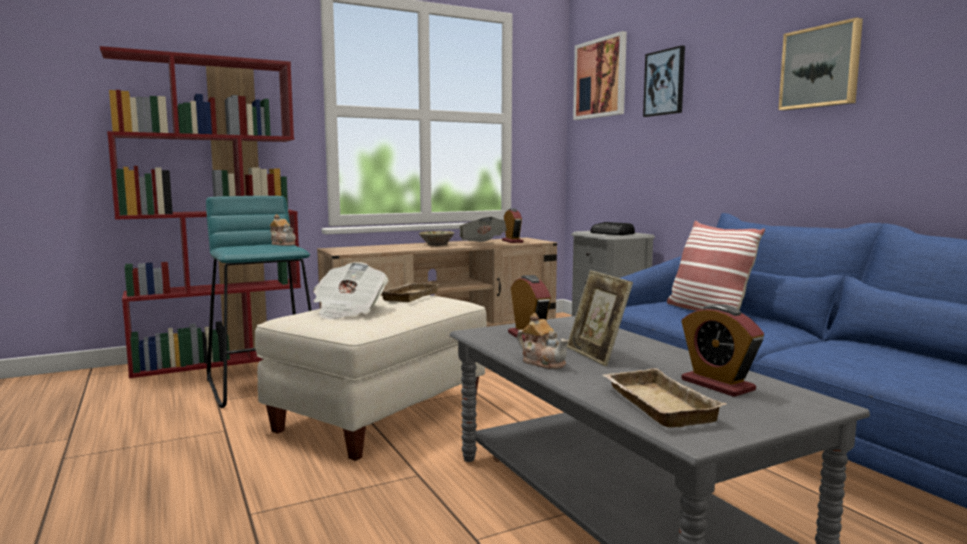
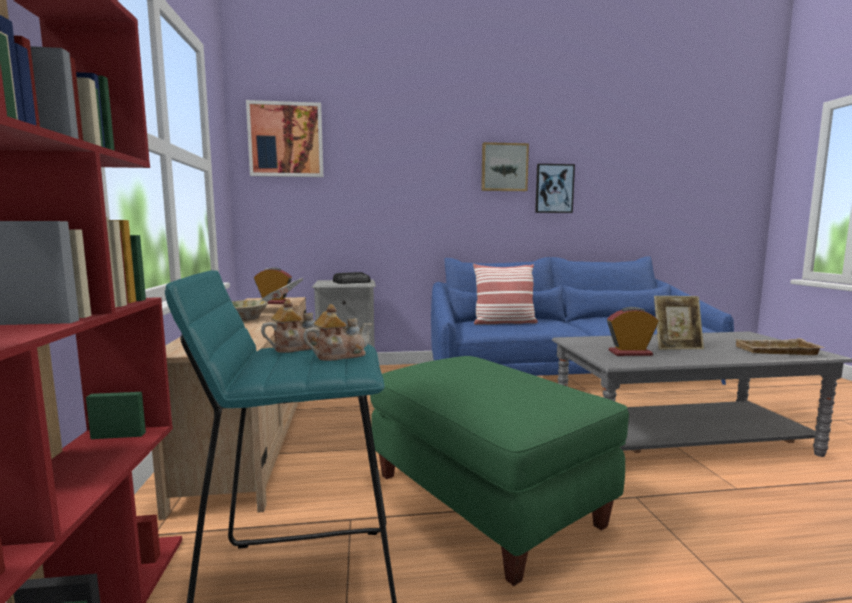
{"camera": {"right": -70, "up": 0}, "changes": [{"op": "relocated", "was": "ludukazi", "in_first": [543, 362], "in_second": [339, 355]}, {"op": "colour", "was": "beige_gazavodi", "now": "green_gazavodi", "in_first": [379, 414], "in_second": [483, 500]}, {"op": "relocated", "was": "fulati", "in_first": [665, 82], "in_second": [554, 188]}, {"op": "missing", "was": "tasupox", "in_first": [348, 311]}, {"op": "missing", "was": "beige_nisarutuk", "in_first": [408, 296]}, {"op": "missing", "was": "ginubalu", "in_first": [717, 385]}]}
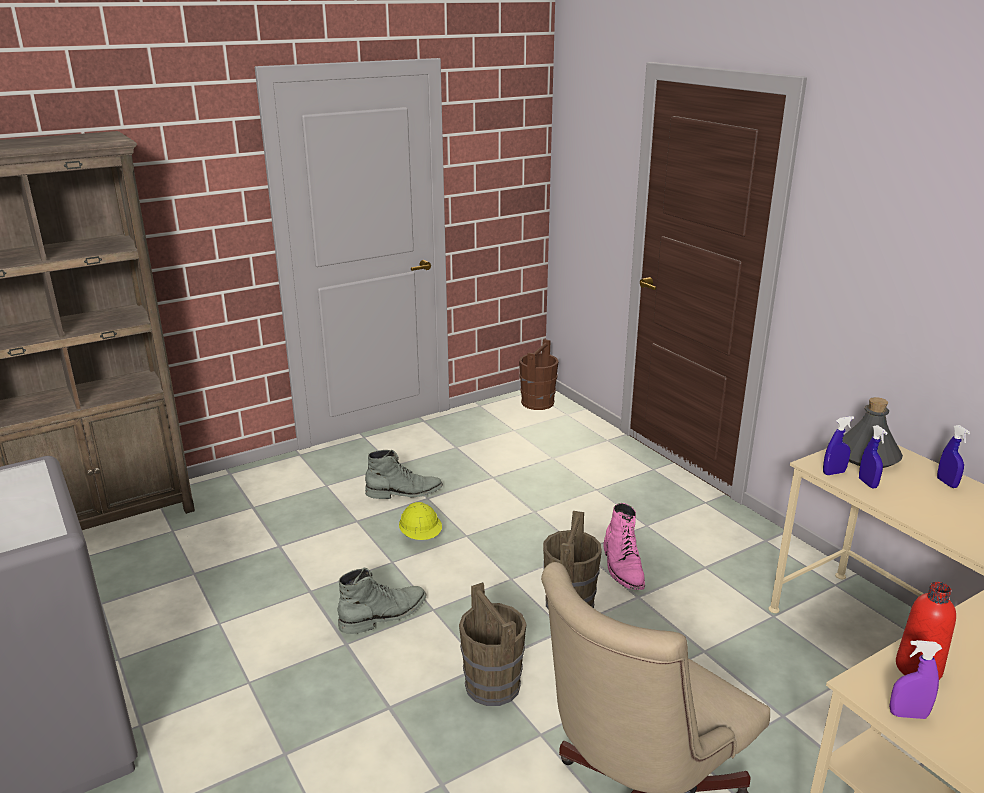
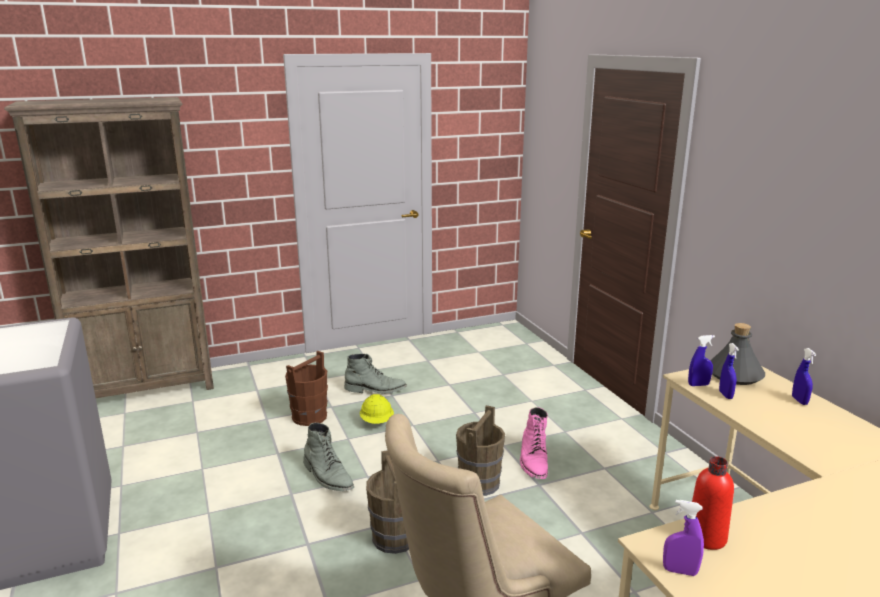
{"camera": {"right": 10, "up": -5}, "changes": [{"op": "relocated", "was": "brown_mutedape", "in_first": [538, 402], "in_second": [310, 416]}, {"op": "spun", "was": "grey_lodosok", "in_first": [384, 615], "in_second": [328, 476], "clockwise": 75}]}
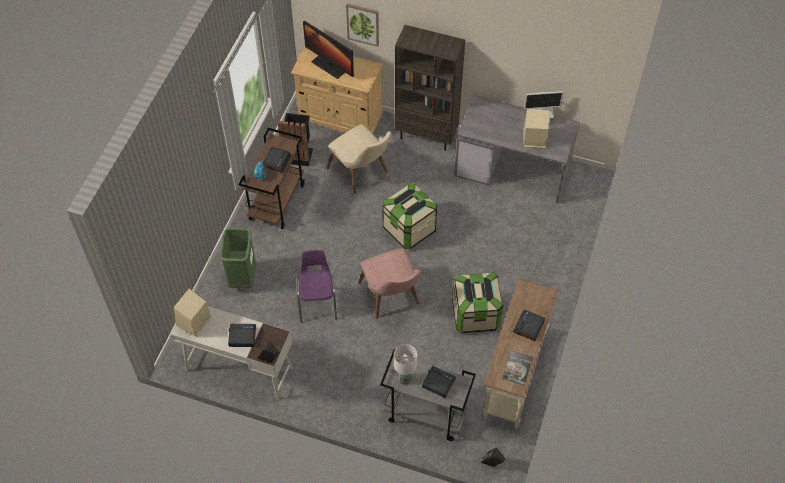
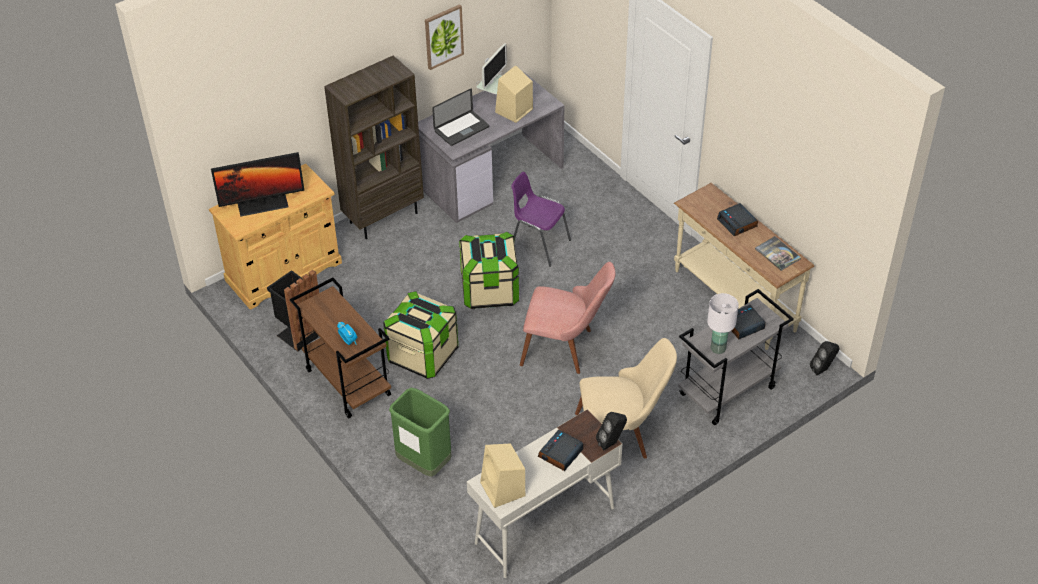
{"camera": {"right": -55, "up": -10}, "changes": [{"op": "relocated", "was": "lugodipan", "in_first": [475, 314], "in_second": [422, 355]}, {"op": "relocated", "was": "fulati", "in_first": [363, 24], "in_second": [443, 36]}, {"op": "appeared", "now": "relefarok", "in_second": [461, 129]}, {"op": "relocated", "was": "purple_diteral", "in_first": [318, 303], "in_second": [538, 244]}, {"op": "relocated", "was": "beige_diteral", "in_first": [362, 174], "in_second": [622, 434]}, {"op": "missing", "was": "ginubalu", "in_first": [276, 161]}]}
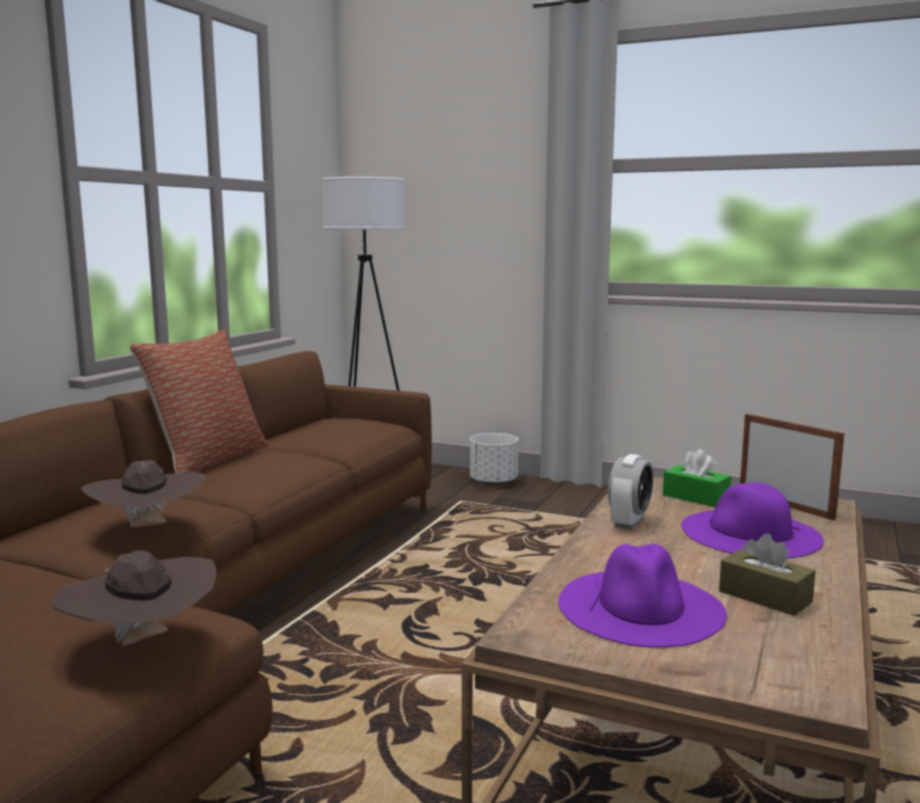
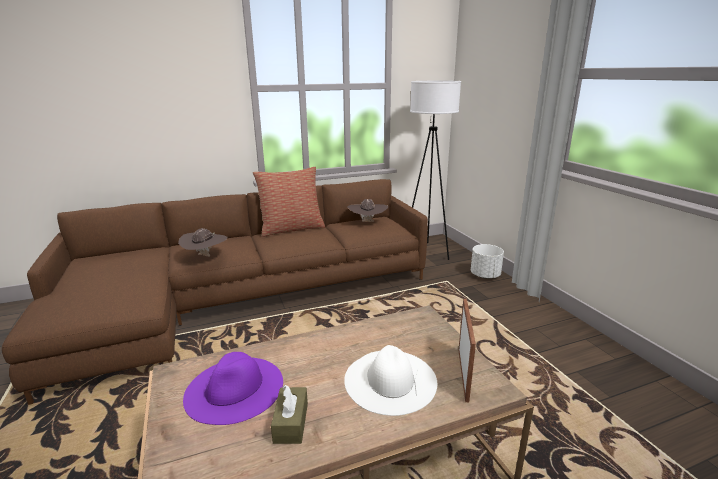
{"camera": {"right": 45, "up": 10}, "changes": [{"op": "colour", "was": "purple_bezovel", "now": "white_bezovel", "in_first": [750, 533], "in_second": [390, 380]}, {"op": "relocated", "was": "brown_bezovel", "in_first": [142, 644], "in_second": [367, 223]}, {"op": "missing", "was": "ginubalu", "in_first": [629, 522]}, {"op": "missing", "was": "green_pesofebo", "in_first": [695, 497]}]}
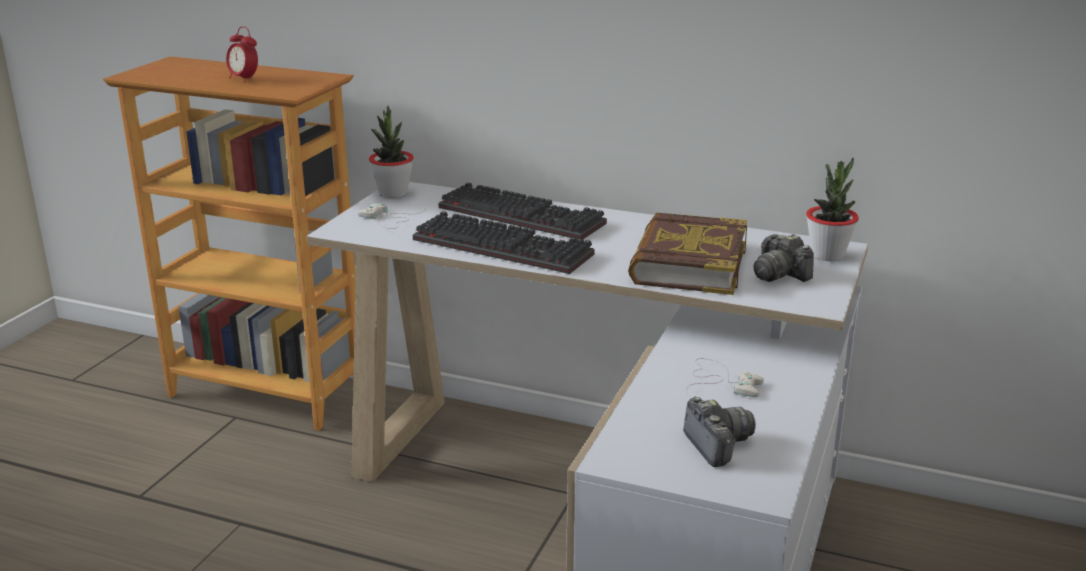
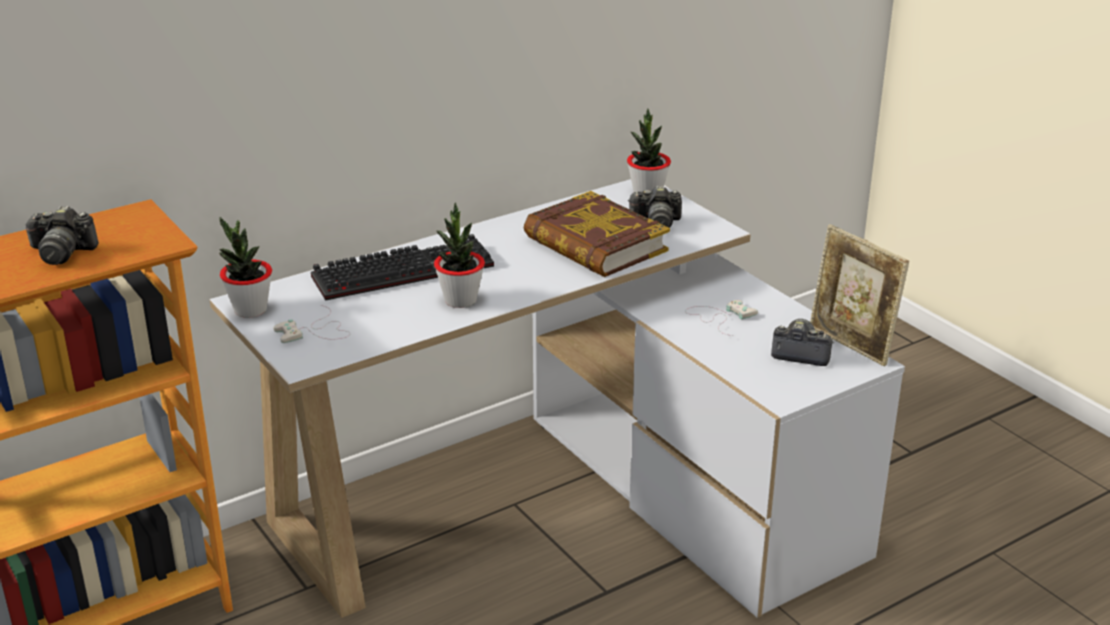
{"camera": {"right": -55, "up": 5}, "changes": [{"op": "exchanged", "was": "ginubalu", "now": "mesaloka", "in_first": [244, 79], "in_second": [62, 253]}, {"op": "exchanged", "was": "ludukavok", "now": "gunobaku", "in_first": [506, 247], "in_second": [460, 300]}, {"op": "appeared", "now": "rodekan", "in_second": [850, 345]}]}
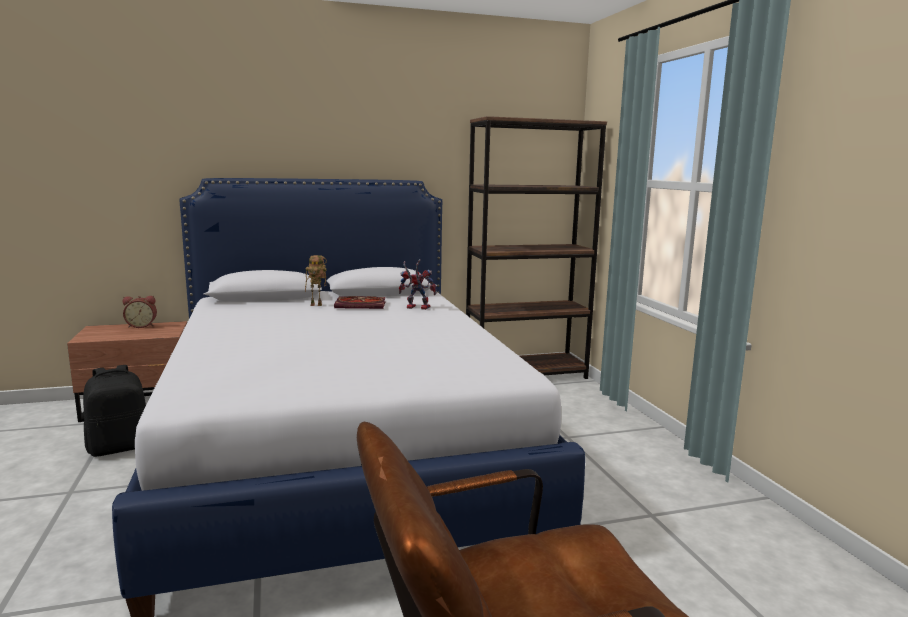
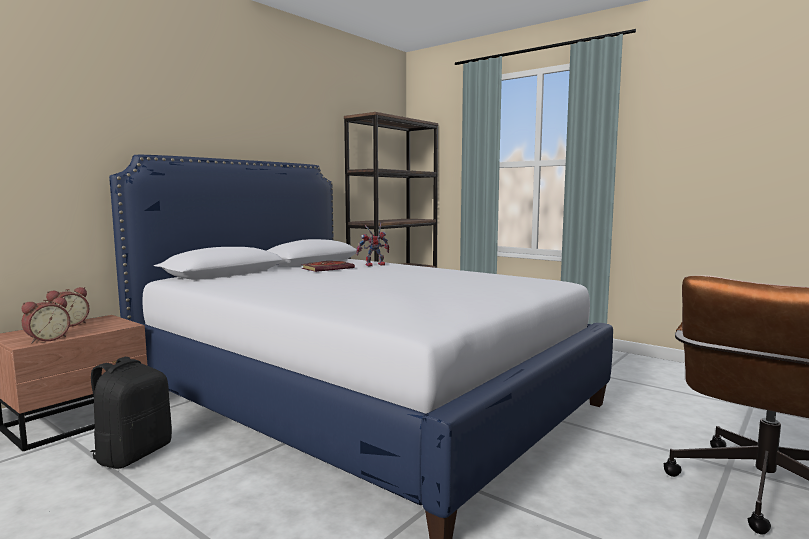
{"camera": {"right": -35, "up": -5}, "changes": [{"op": "appeared", "now": "ginubalu", "in_second": [47, 339]}, {"op": "missing", "was": "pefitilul", "in_first": [317, 305]}]}
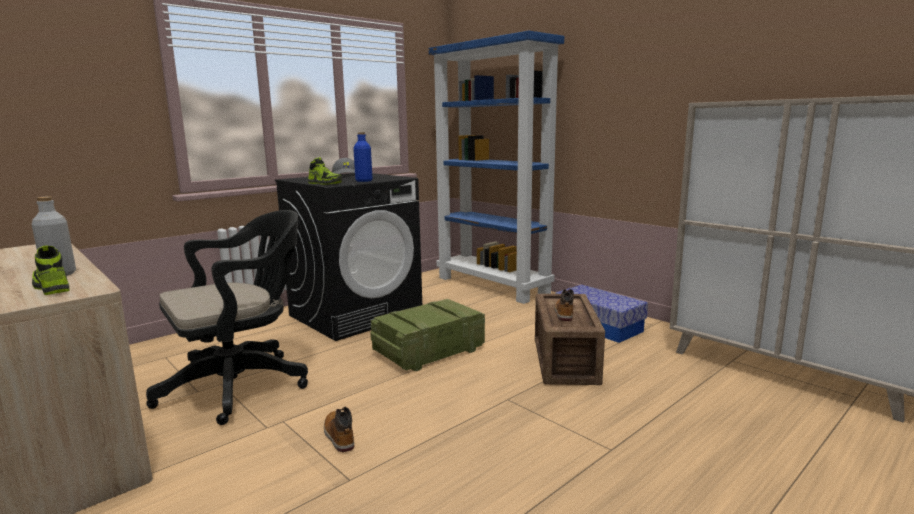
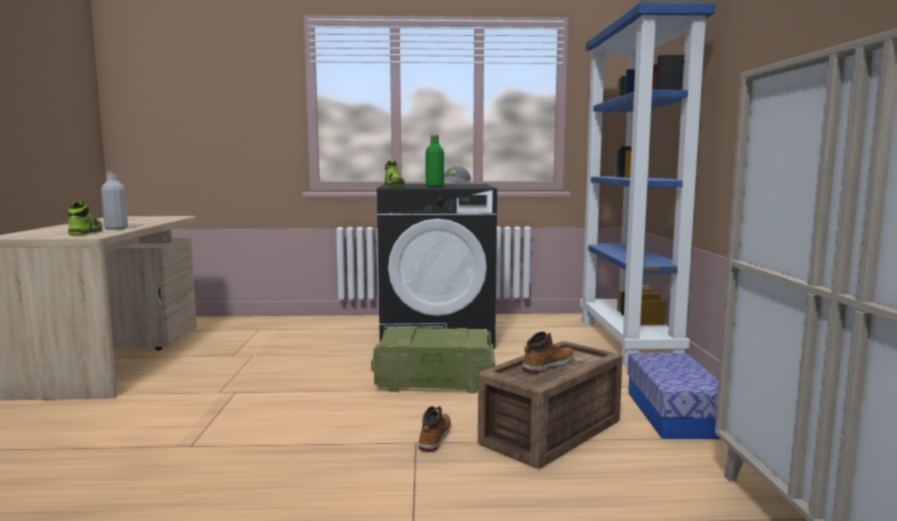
{"camera": {"right": 40, "up": -5}, "changes": [{"op": "relocated", "was": "lodosok", "in_first": [338, 436], "in_second": [434, 438]}, {"op": "colour", "was": "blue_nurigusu", "now": "green_nurigusu", "in_first": [364, 181], "in_second": [434, 187]}, {"op": "missing", "was": "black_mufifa", "in_first": [242, 384]}]}
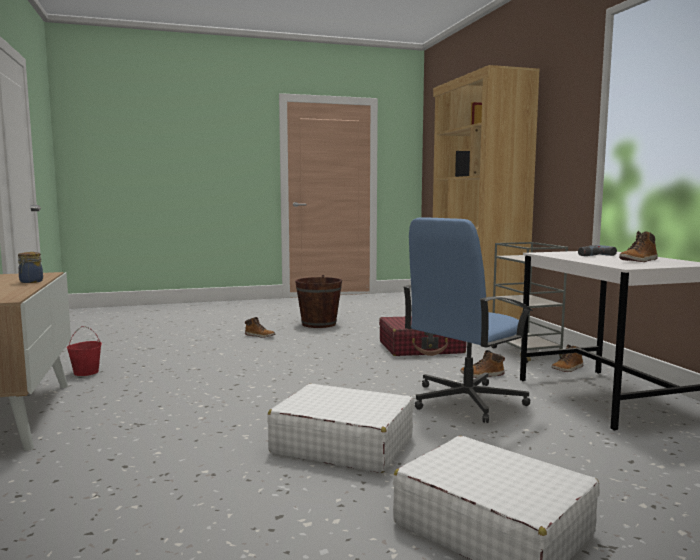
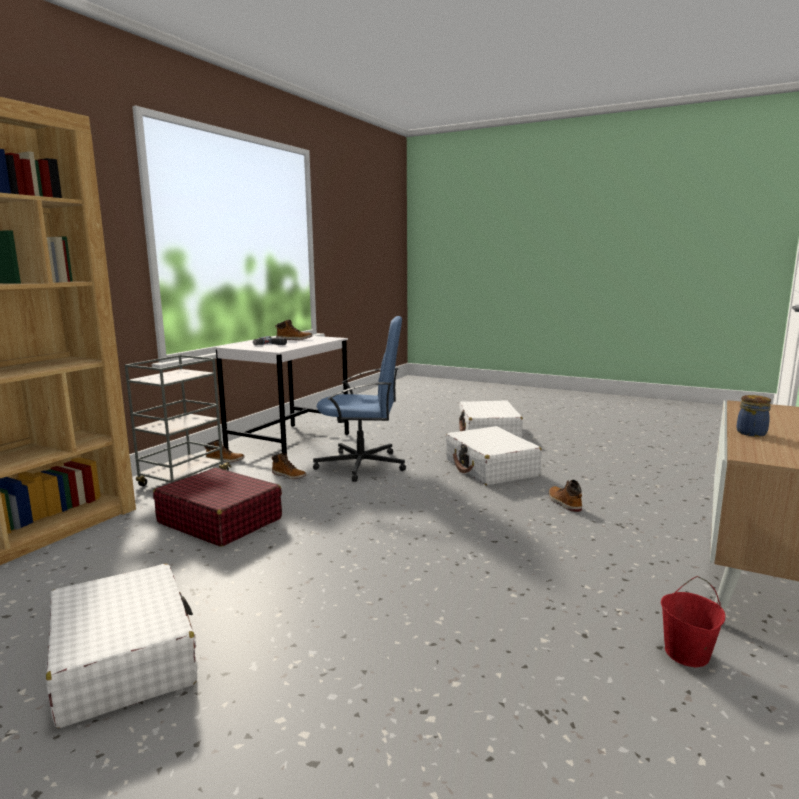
{"camera": {"right": -135, "up": 5}, "changes": [{"op": "exchanged", "was": "brown_mutedape", "now": "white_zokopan", "in_first": [319, 324], "in_second": [124, 659]}, {"op": "relocated", "was": "lodosok", "in_first": [260, 336], "in_second": [564, 503]}]}
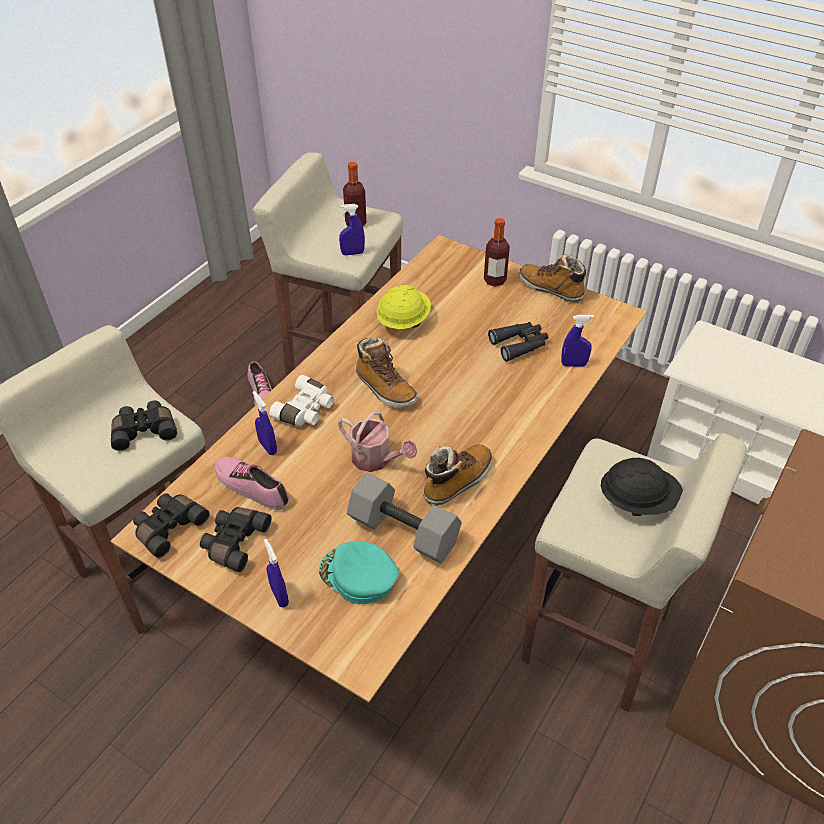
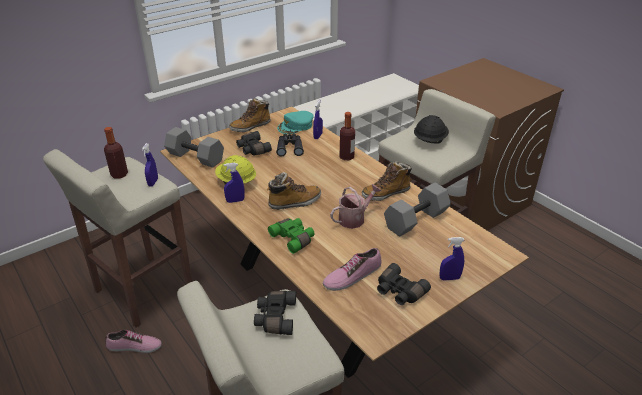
{"camera": {"right": -70, "up": -10}, "changes": [{"op": "appeared", "now": "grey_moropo", "in_second": [196, 157]}, {"op": "relocated", "was": "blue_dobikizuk", "in_first": [268, 447], "in_second": [235, 201]}, {"op": "relocated", "was": "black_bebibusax", "in_first": [168, 527], "in_second": [252, 149]}, {"op": "colour", "was": "white_bebibusax", "now": "green_bebibusax", "in_first": [306, 410], "in_second": [294, 239]}, {"op": "relocated", "was": "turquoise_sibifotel", "in_first": [358, 576], "in_second": [296, 126]}, {"op": "relocated", "was": "nurigusu", "in_first": [495, 280], "in_second": [346, 157]}, {"op": "spun", "was": "lodosok", "in_first": [457, 481], "in_second": [386, 193], "clockwise": -90}]}
